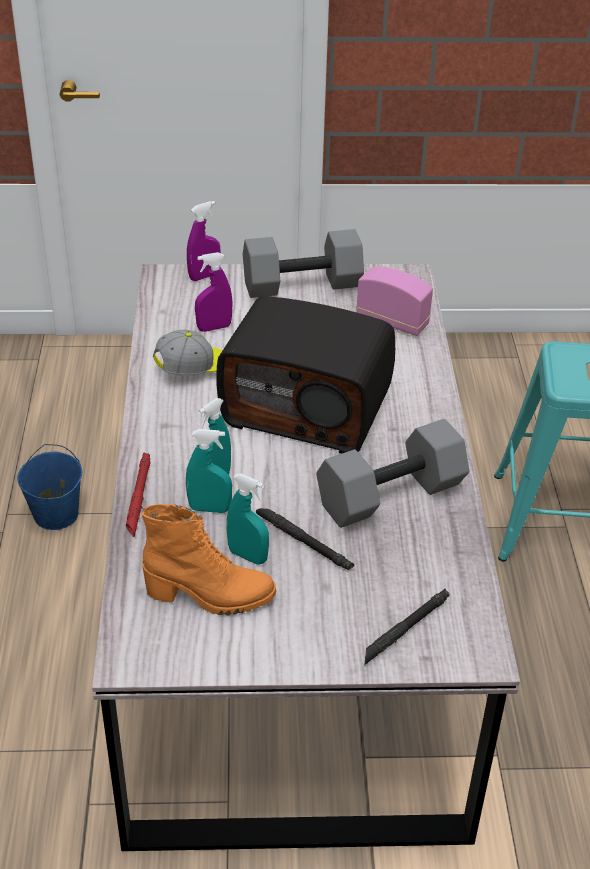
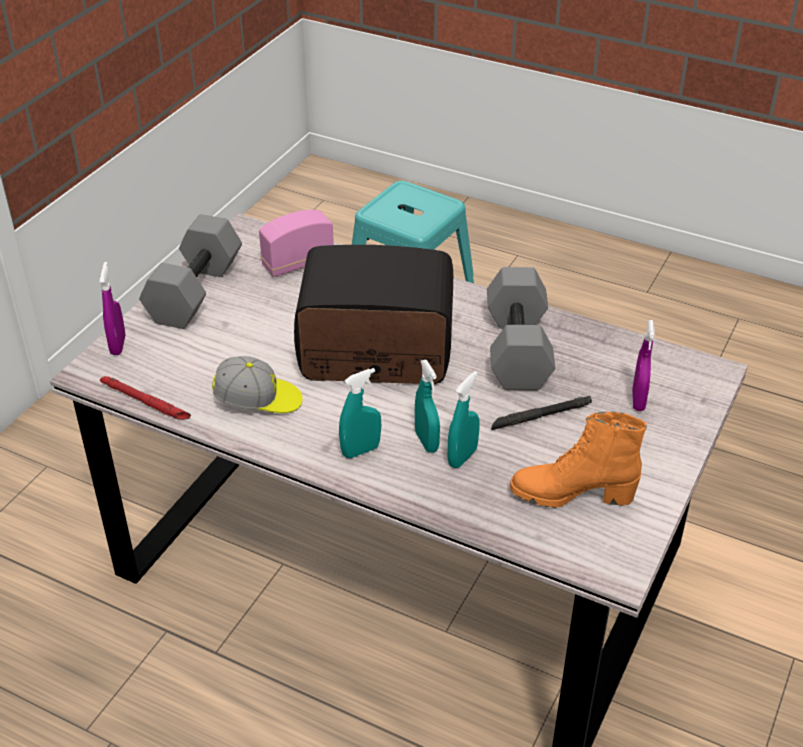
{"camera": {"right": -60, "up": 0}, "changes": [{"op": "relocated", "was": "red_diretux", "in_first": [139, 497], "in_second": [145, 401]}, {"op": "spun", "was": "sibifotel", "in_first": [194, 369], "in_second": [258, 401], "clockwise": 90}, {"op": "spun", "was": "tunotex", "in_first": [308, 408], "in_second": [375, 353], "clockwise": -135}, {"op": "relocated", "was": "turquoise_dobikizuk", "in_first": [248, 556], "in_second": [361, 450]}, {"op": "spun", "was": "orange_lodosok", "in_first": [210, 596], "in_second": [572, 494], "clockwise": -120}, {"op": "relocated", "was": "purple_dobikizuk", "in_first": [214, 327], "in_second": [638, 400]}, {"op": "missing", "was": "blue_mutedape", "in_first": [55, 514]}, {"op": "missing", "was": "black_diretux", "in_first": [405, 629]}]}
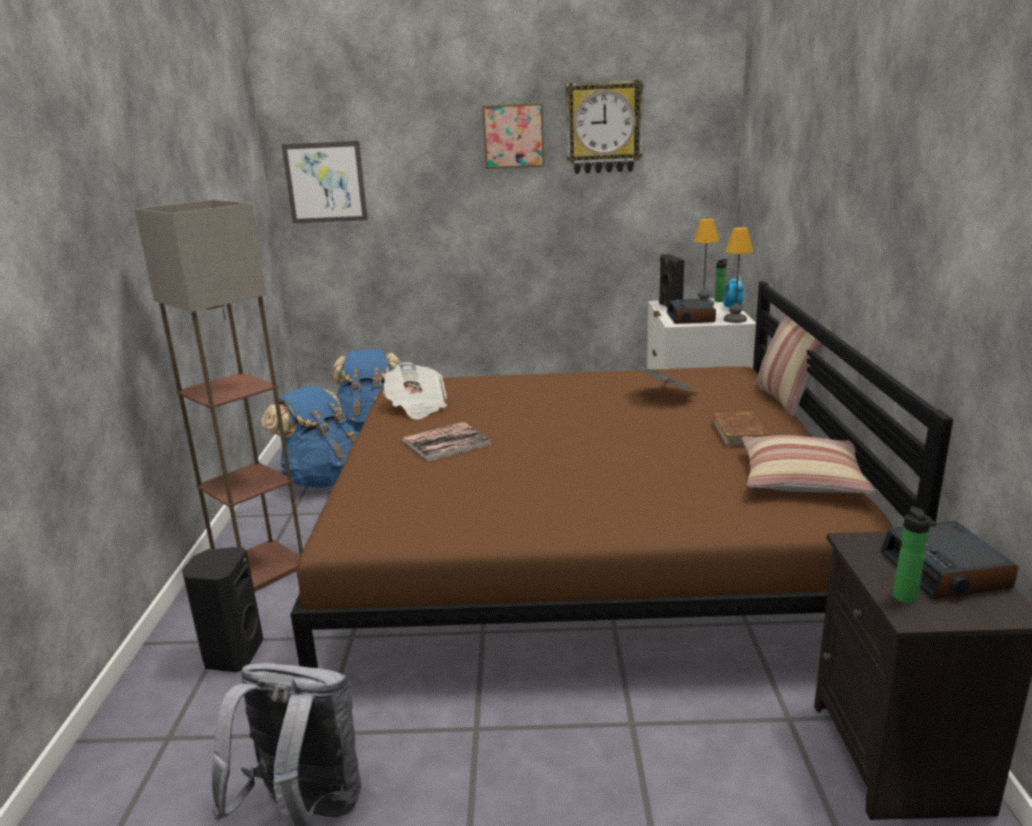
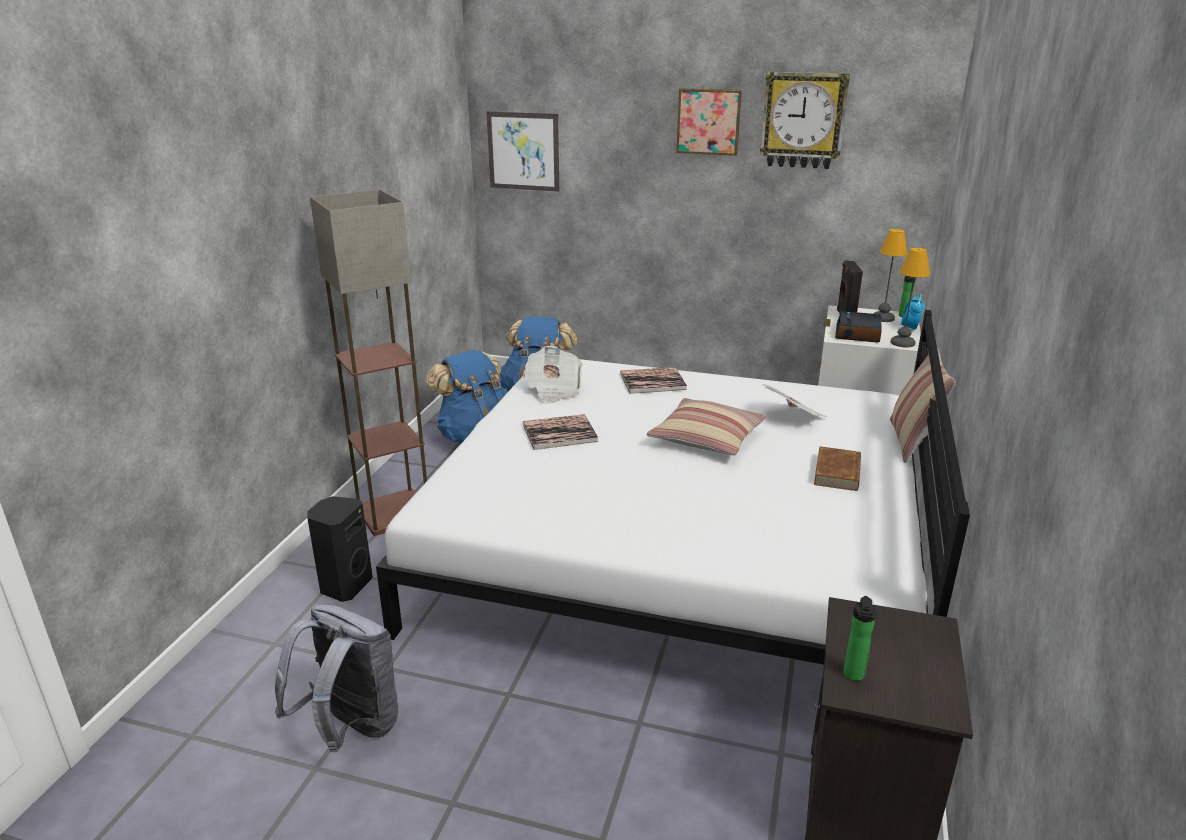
{"camera": {"right": 15, "up": 5}, "changes": [{"op": "colour", "was": "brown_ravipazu", "now": "white_ravipazu", "in_first": [585, 545], "in_second": [680, 548]}, {"op": "appeared", "now": "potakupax", "in_second": [652, 381]}, {"op": "relocated", "was": "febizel", "in_first": [801, 479], "in_second": [706, 438]}, {"op": "missing", "was": "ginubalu", "in_first": [946, 571]}]}
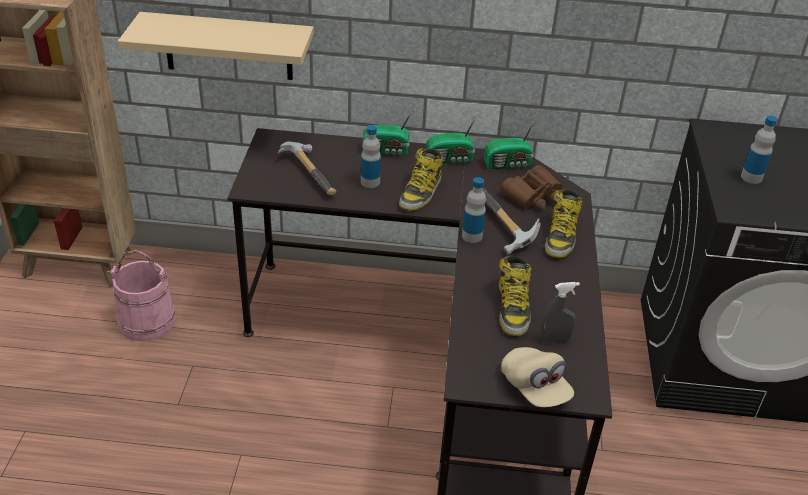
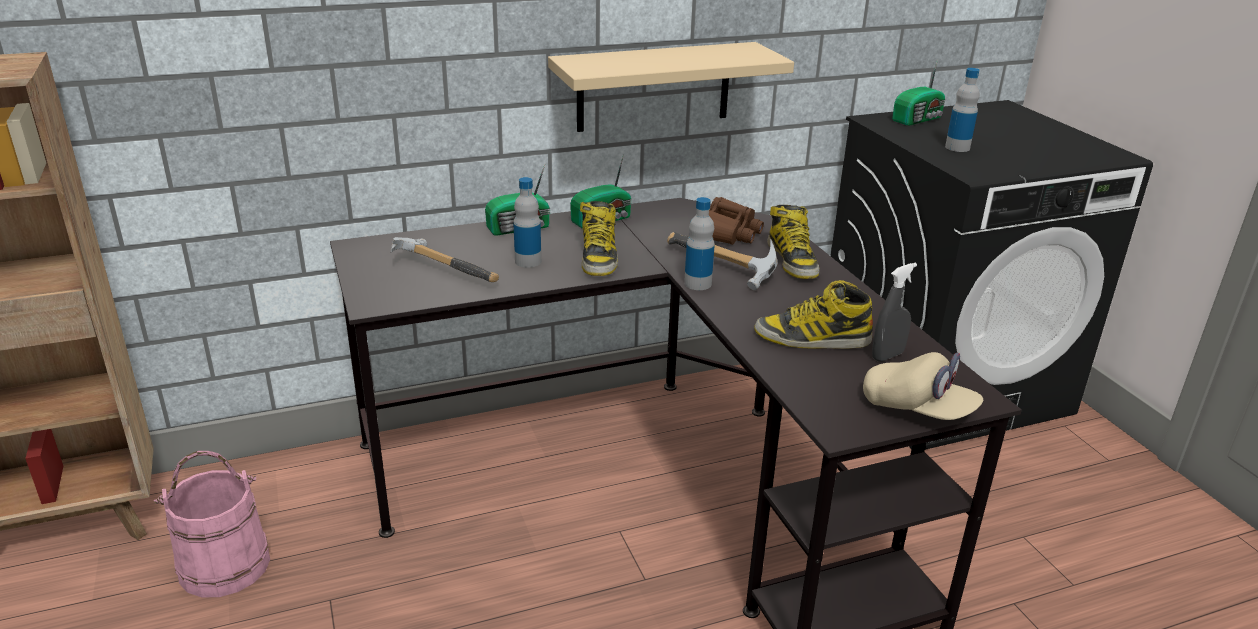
{"camera": {"right": -25, "up": -10}, "changes": [{"op": "relocated", "was": "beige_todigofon", "in_first": [228, 46], "in_second": [654, 87]}, {"op": "spun", "was": "lodosok", "in_first": [513, 308], "in_second": [812, 338], "clockwise": 120}, {"op": "relocated", "was": "tunotex", "in_first": [509, 164], "in_second": [919, 119]}]}
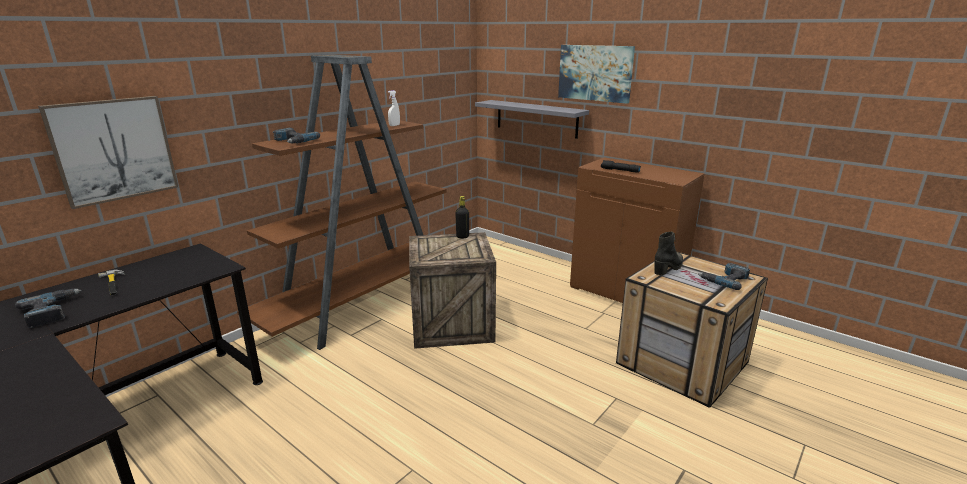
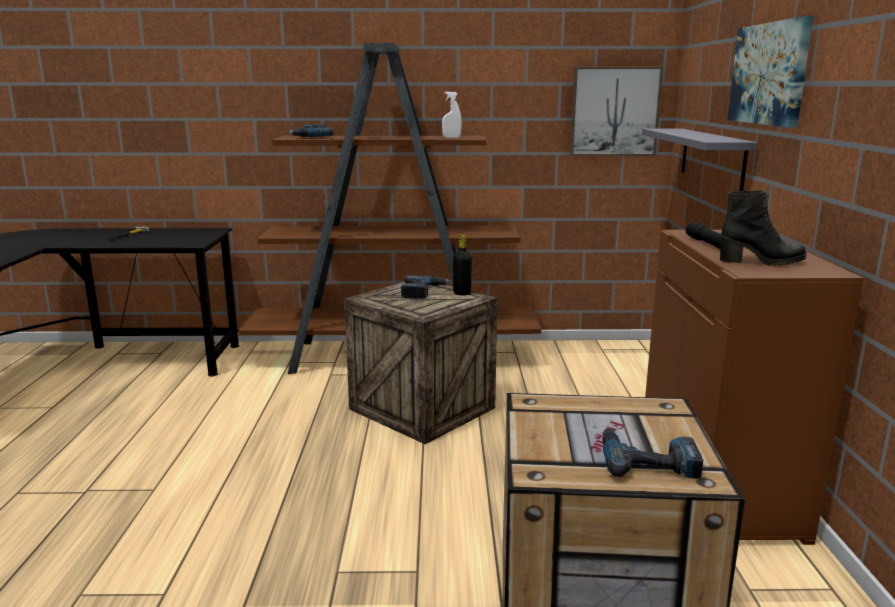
{"camera": {"right": 50, "up": -5}, "changes": [{"op": "relocated", "was": "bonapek", "in_first": [52, 311], "in_second": [423, 291]}, {"op": "relocated", "was": "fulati", "in_first": [114, 150], "in_second": [614, 111]}, {"op": "relocated", "was": "black_lodosok", "in_first": [668, 268], "in_second": [761, 262]}]}
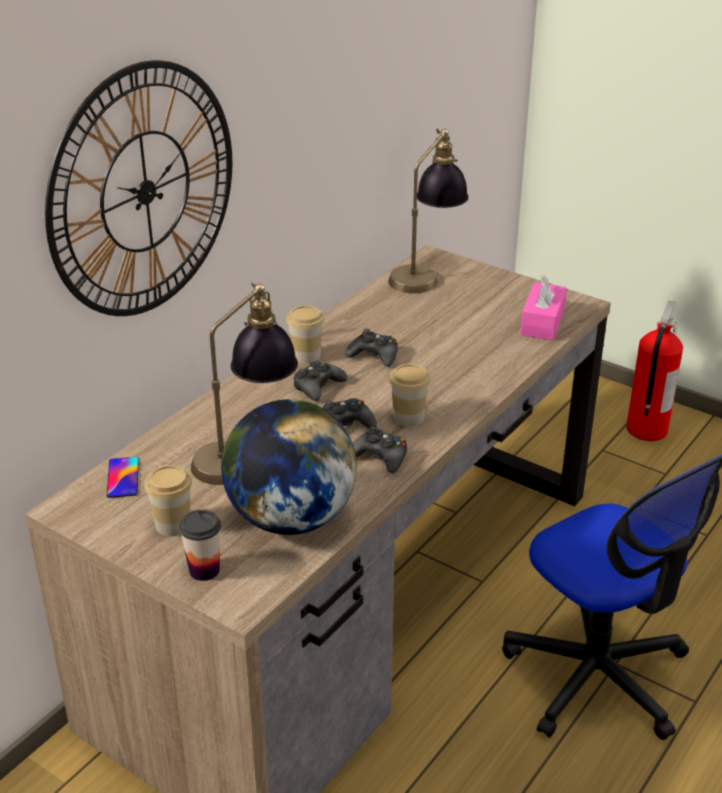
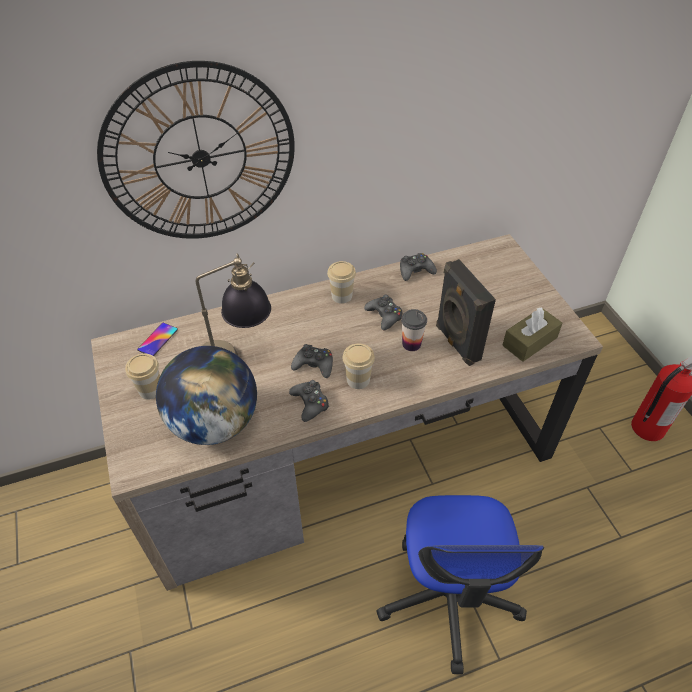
{"camera": {"right": 35, "up": 15}, "changes": [{"op": "relocated", "was": "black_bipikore", "in_first": [318, 386], "in_second": [415, 271]}, {"op": "relocated", "was": "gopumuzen", "in_first": [204, 570], "in_second": [411, 344]}, {"op": "appeared", "now": "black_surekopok", "in_second": [456, 343]}, {"op": "colour", "was": "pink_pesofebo", "now": "brown_pesofebo", "in_first": [542, 322], "in_second": [529, 341]}, {"op": "missing", "was": "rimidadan", "in_first": [426, 273]}]}
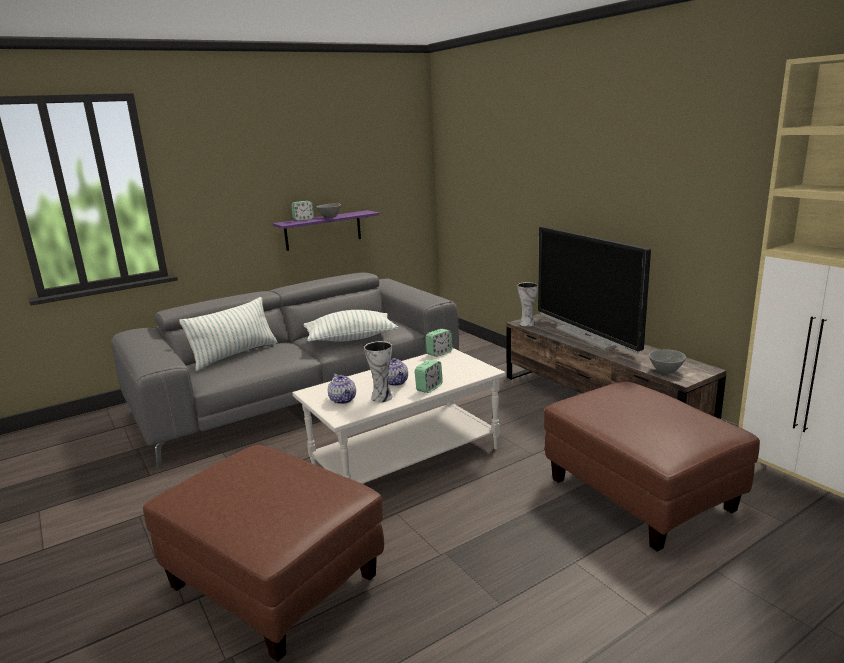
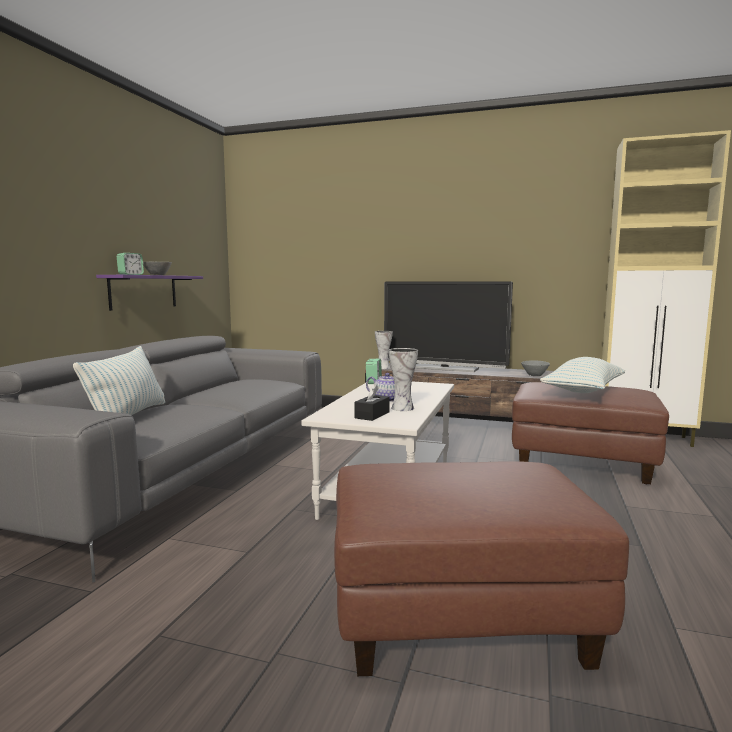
{"camera": {"right": -40, "up": -10}, "changes": [{"op": "exchanged", "was": "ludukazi", "now": "black_pesofebo", "in_first": [343, 400], "in_second": [372, 415]}, {"op": "relocated", "was": "febizel", "in_first": [351, 338], "in_second": [583, 391]}, {"op": "missing", "was": "ginubalu", "in_first": [429, 388]}]}
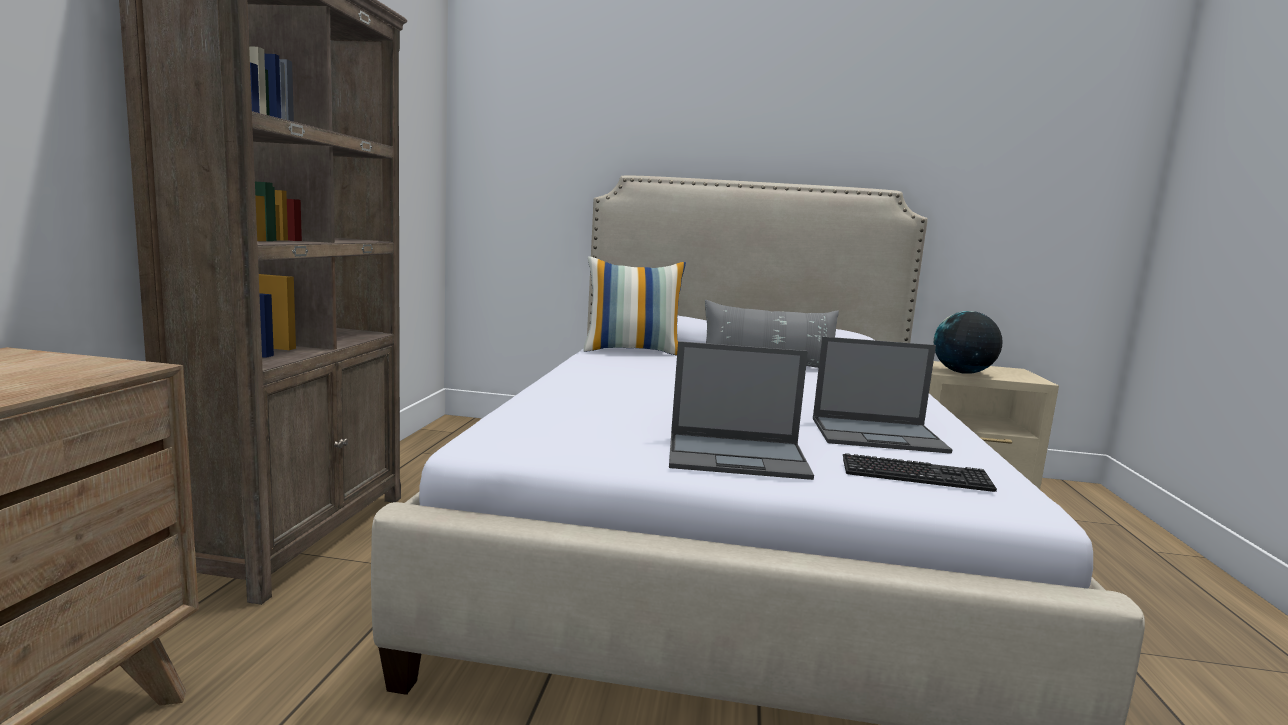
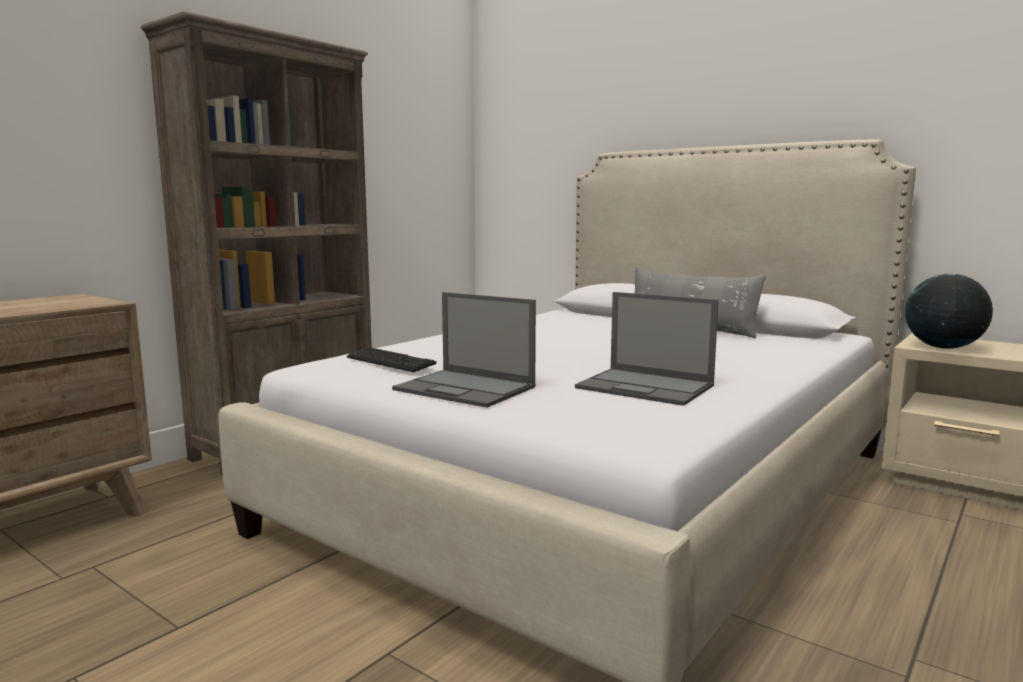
{"camera": {"right": 30, "up": 0}, "changes": [{"op": "relocated", "was": "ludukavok", "in_first": [915, 476], "in_second": [390, 362]}, {"op": "missing", "was": "febizel", "in_first": [632, 351]}]}
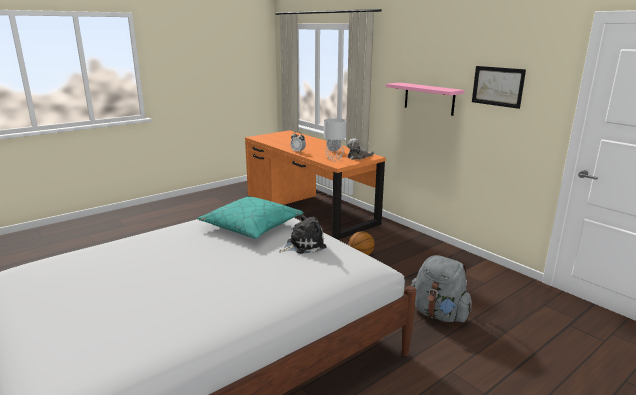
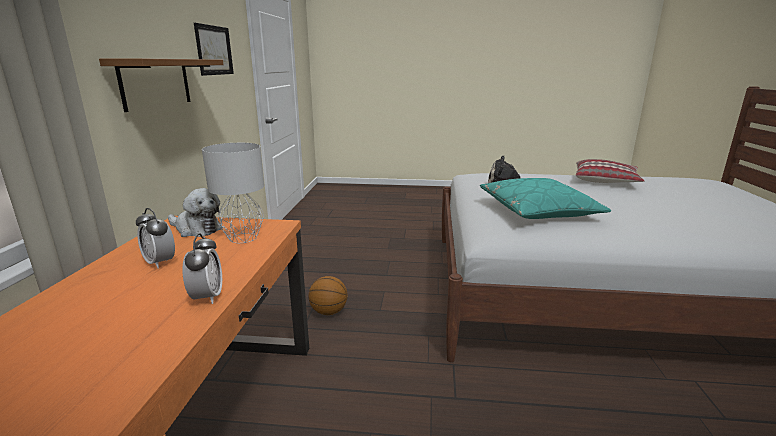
{"camera": {"right": -135, "up": 0}, "changes": [{"op": "colour", "was": "pink_todigofon", "now": "brown_todigofon", "in_first": [429, 98], "in_second": [156, 83]}, {"op": "appeared", "now": "febizel", "in_second": [605, 181]}, {"op": "missing", "was": "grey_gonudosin", "in_first": [438, 314]}]}
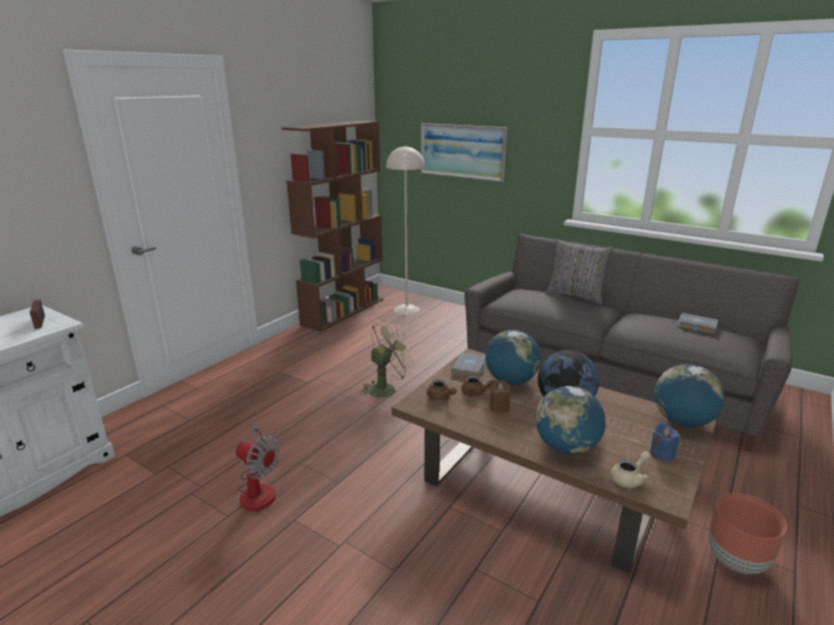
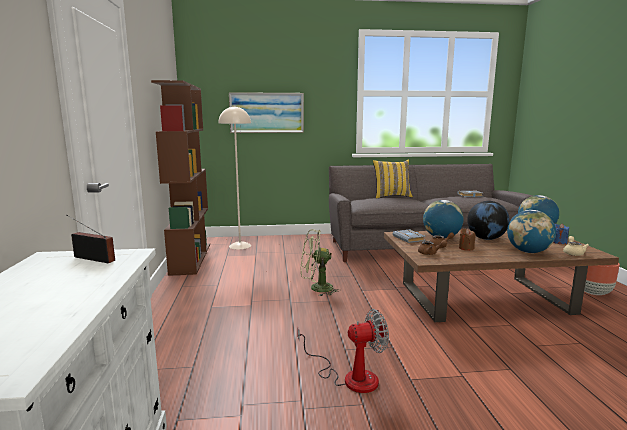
{"camera": {"right": -40, "up": -10}, "changes": [{"op": "spun", "was": "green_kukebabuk", "in_first": [386, 388], "in_second": [316, 288], "clockwise": -105}, {"op": "colour", "was": "grey_febizel", "now": "yellow_febizel", "in_first": [575, 296], "in_second": [391, 196]}]}
